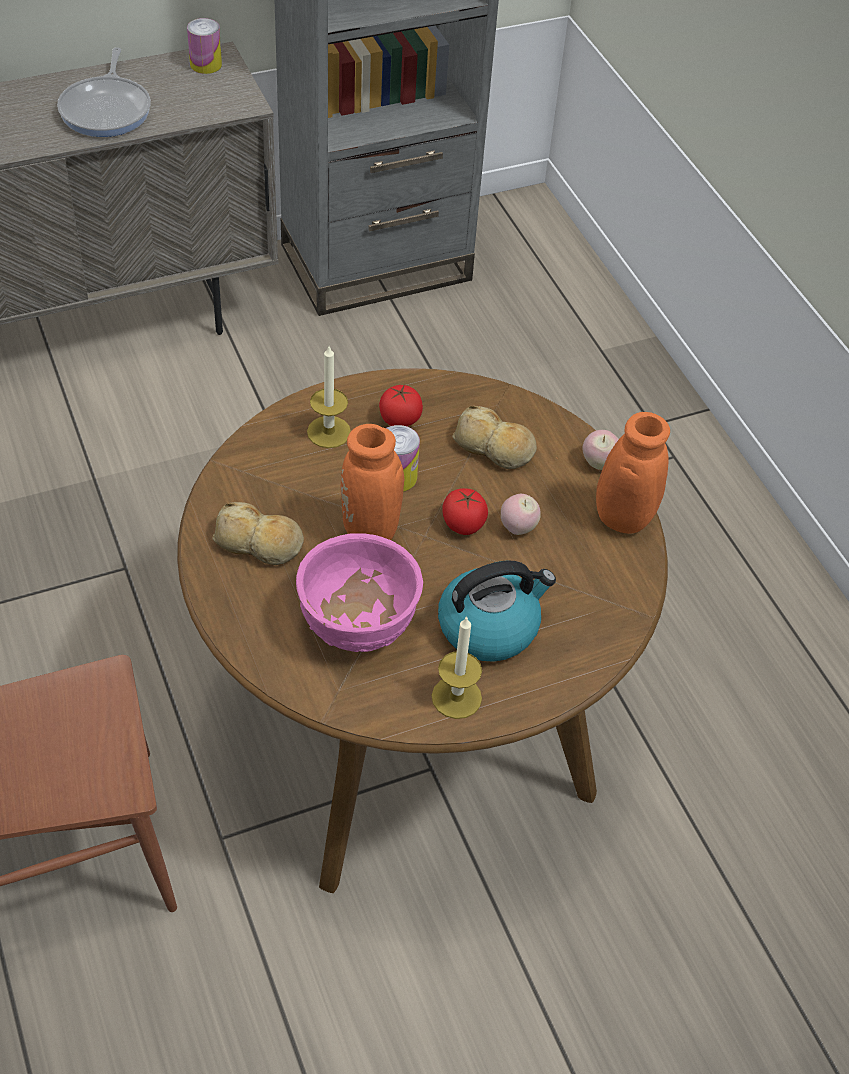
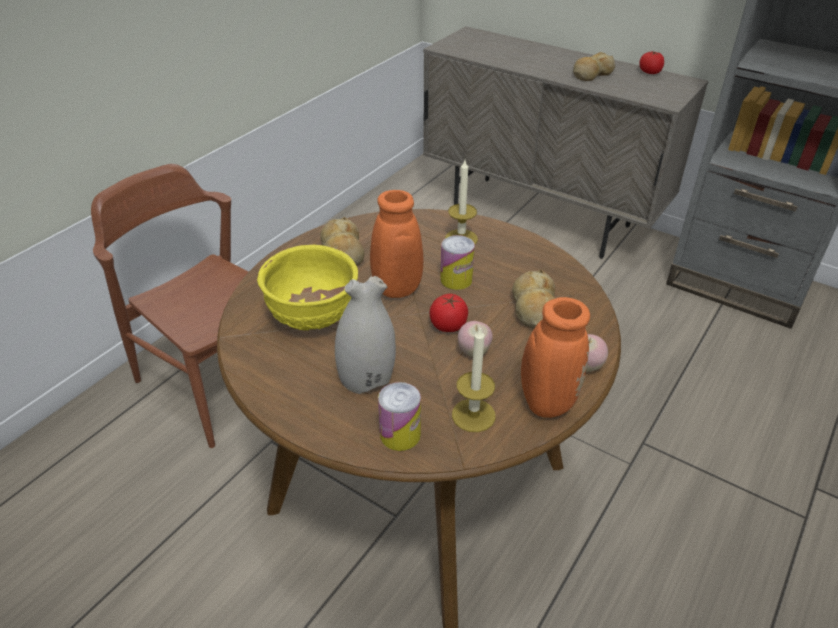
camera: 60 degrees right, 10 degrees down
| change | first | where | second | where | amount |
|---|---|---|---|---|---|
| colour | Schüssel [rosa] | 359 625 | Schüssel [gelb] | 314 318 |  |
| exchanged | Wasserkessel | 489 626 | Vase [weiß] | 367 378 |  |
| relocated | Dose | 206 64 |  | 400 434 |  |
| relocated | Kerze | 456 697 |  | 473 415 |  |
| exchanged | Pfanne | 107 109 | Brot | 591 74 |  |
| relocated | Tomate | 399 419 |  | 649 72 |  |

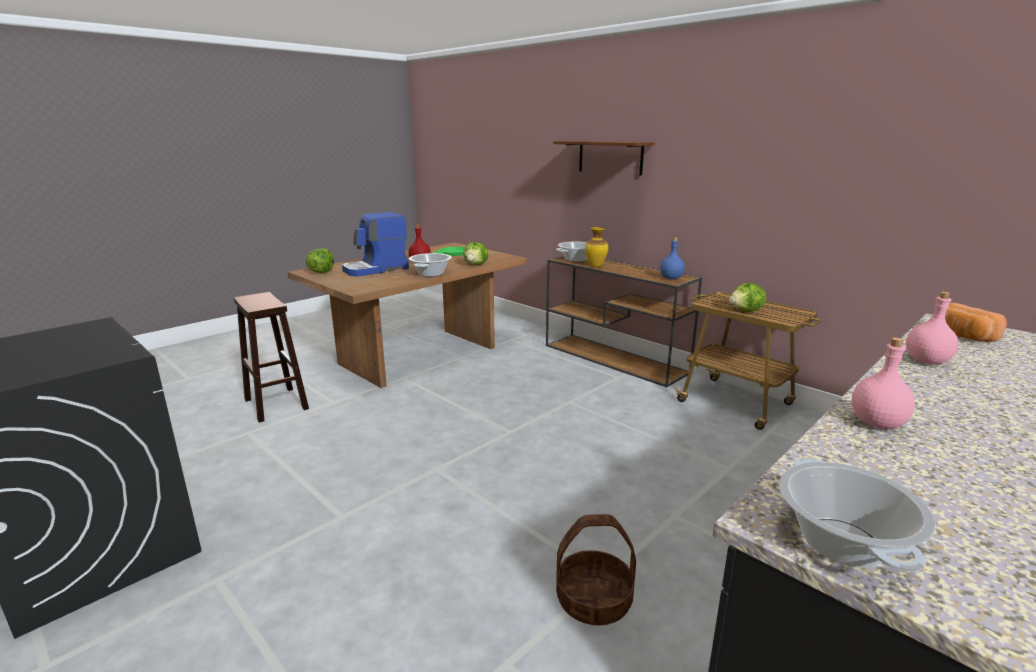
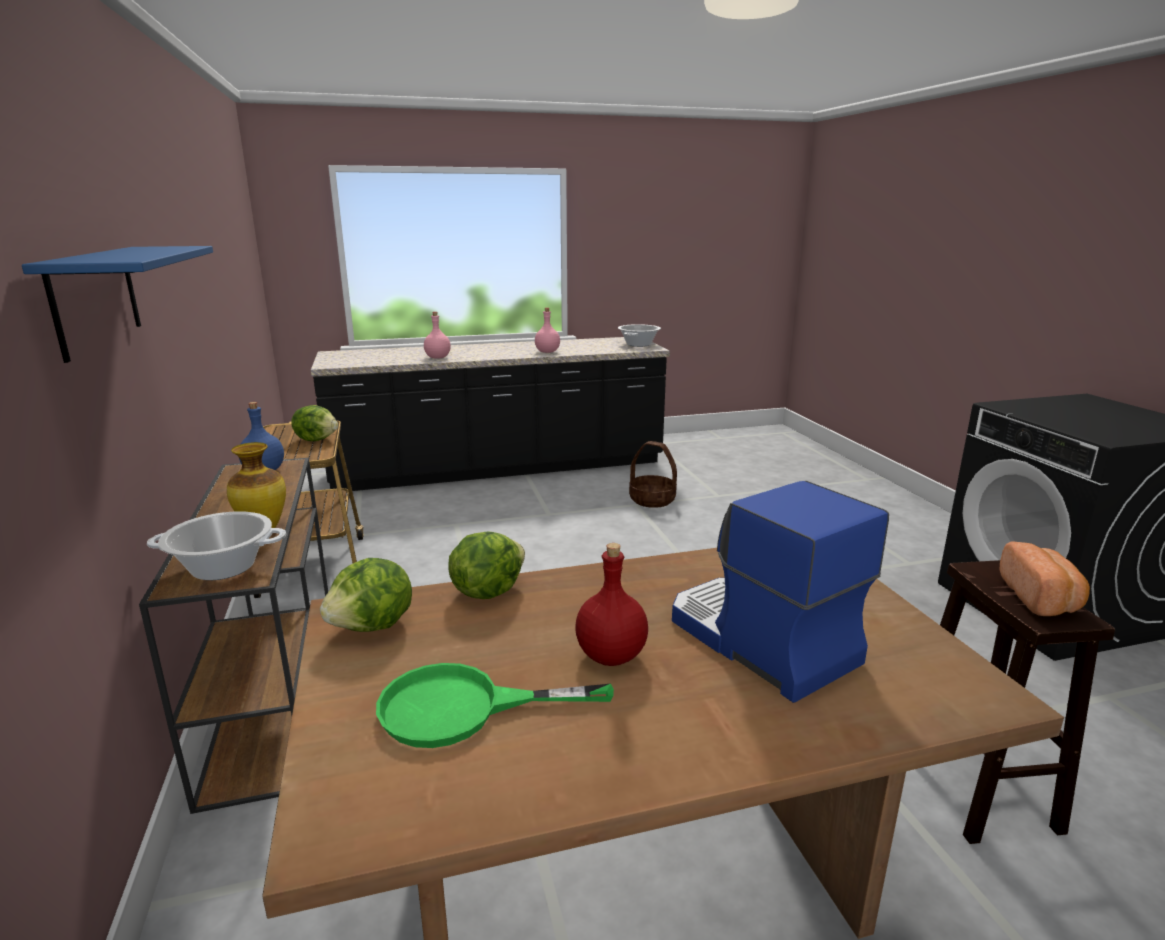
camera: 150 degrees left, 0 degrees up
| change | first | where | second | where | amount |
|---|---|---|---|---|---|
| colour | Wandregal [braun] | 610 157 | Wandregal [blau] | 96 298 |  |
| relocated | Salatkopf | 321 272 |  | 373 626 |  |
| spun | Kaffeemaschine | 376 269 |  | 758 641 | 120 degrees counterclockwise |
| relocated | Brot | 961 336 |  | 1040 598 |  |
| missing | Kochtopf | 431 274 |  |  |  |

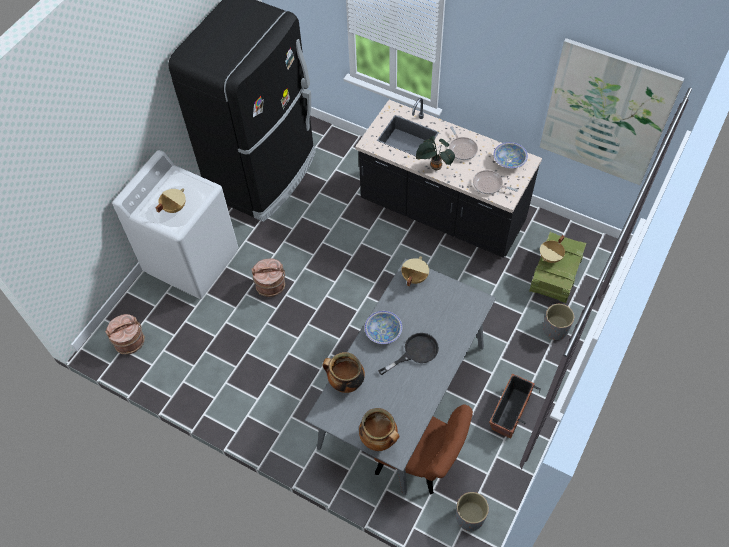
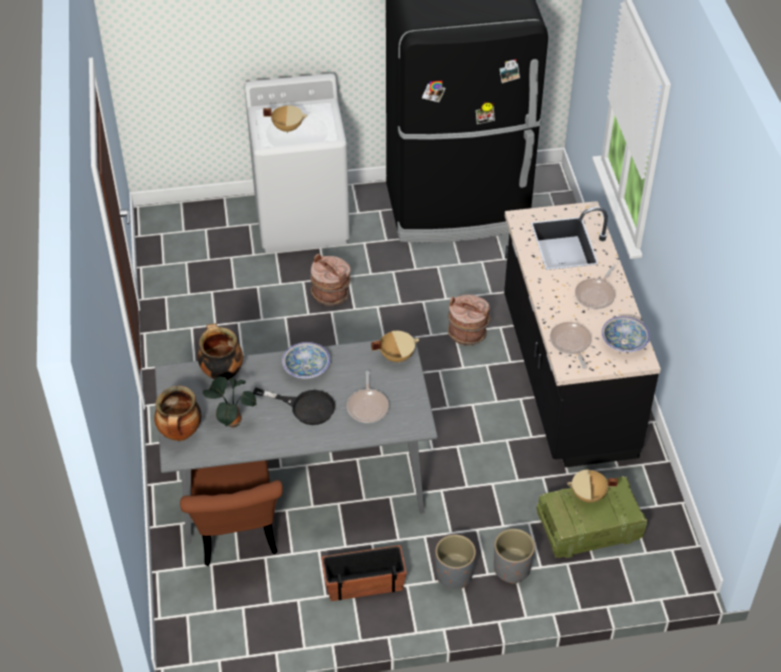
camera: 50 degrees right, 10 degrees down
| change | first | where | second | where | amount |
|---|---|---|---|---|---|
| relocated | Topfpflanze | 434 167 |  | 231 421 |  |
| appeared |  |  | Pfanne | 368 406 |  |
| relocated | Pflanzkübel [grau] | 470 517 |  | 454 574 |  |
| relocated | Eimer [braun] | 130 341 |  | 467 333 |  |
| missing | Bild | 605 114 |  |  |  |

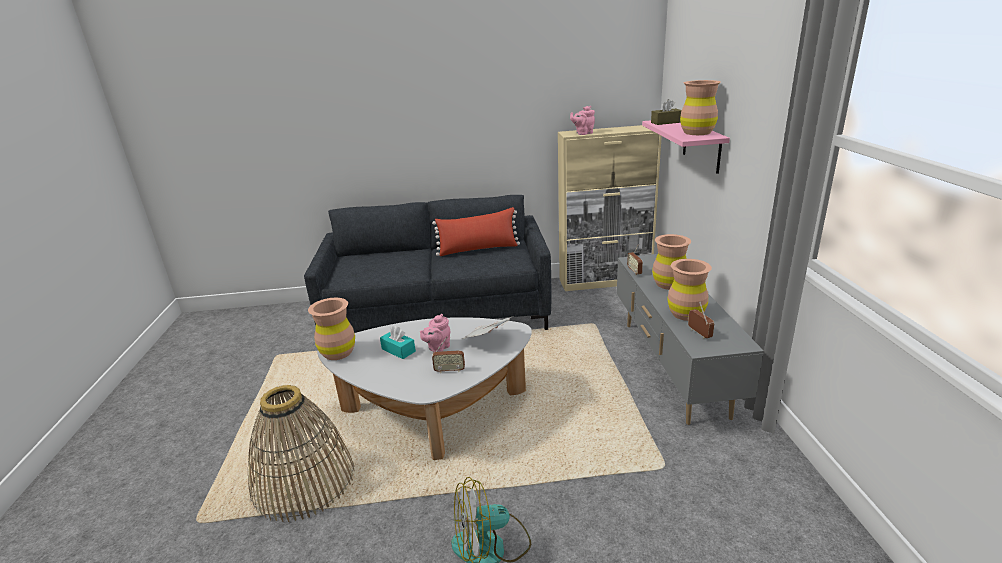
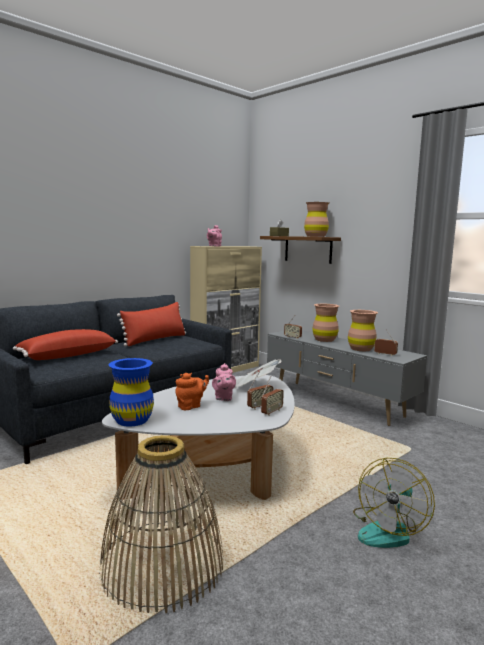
camera: 40 degrees left, 15 degrees down
| change | first | where | second | where | amount |
|---|---|---|---|---|---|
| appeared |  |  | Kissen [rot] | 67 355 |  |
| colour | Vase [braun] | 338 352 | Vase [blau] | 132 420 |  |
| exchanged | Taschentuchbox [türkis] | 398 350 | Teekanne [orange] | 191 406 |  |
| colour | Wandregal [rosa] | 701 145 | Wandregal [braun] | 308 249 |  |
| appeared |  |  | Radio | 271 412 |  |

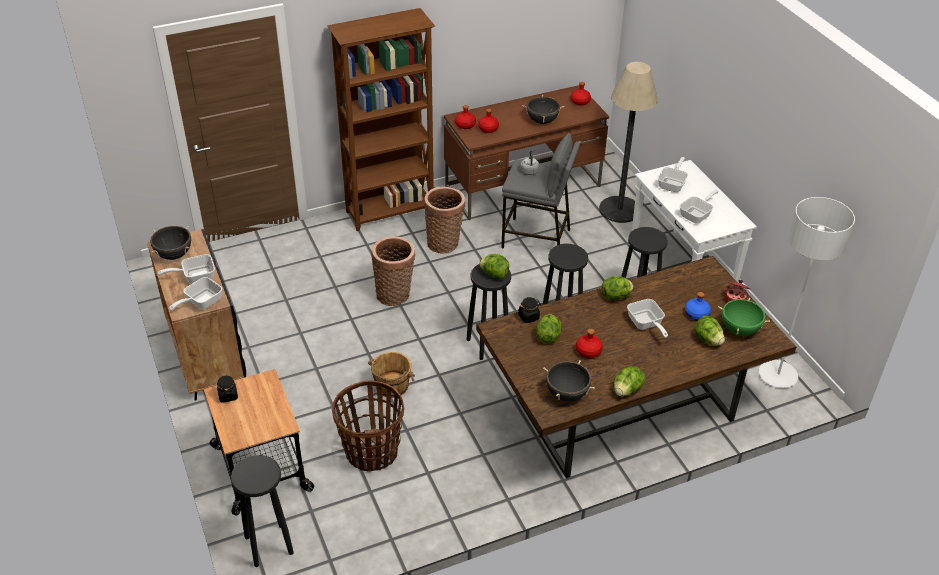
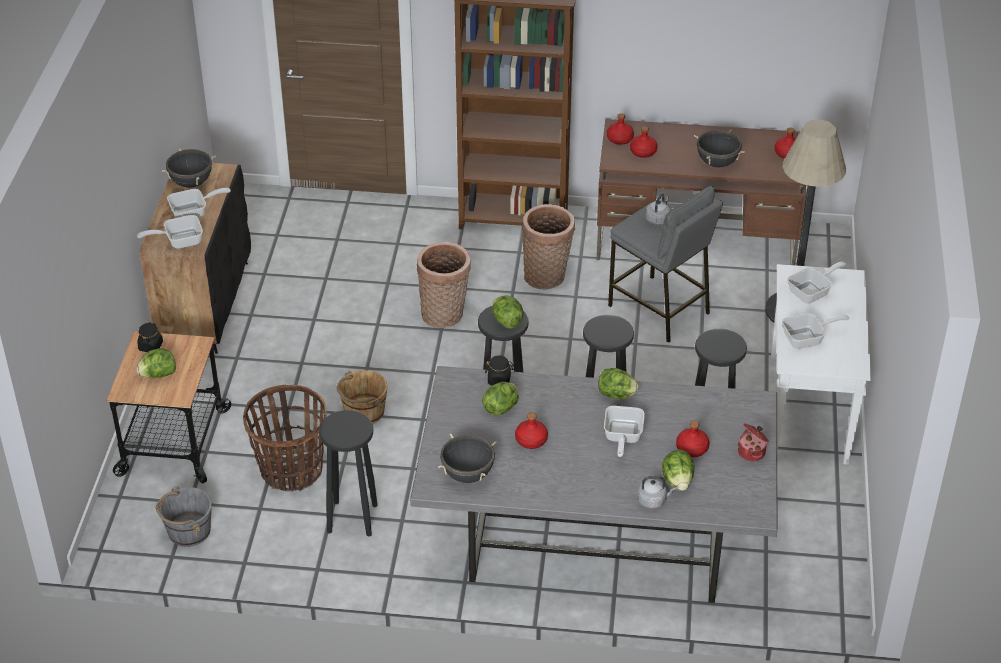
camera: 30 degrees right, 0 degrees up
| change | first | where | second | where | amount |
|---|---|---|---|---|---|
| relocated | Salatkopf | 627 390 |  | 158 375 |  |
| appeared |  |  | Eimer [grau] | 188 531 |  |
| spun | Pfanne | 195 277 |  | 194 212 | 150 degrees clockwise |
| relocated | Hocker [schwarz] | 269 544 |  | 352 517 |  |
| colour | Esstisch [braun] | 622 410 | Esstisch [grau] | 593 538 |  |
| appeared |  |  | Wasserkessel [grau] | 653 500 |  |
| colour | Flasche [blau] | 697 314 | Flasche [rot] | 692 448 |  |
| missing | Kochtopf [grün] | 739 330 |  |  |  |
| missing | Stehlampe [grau] | 777 375 |  |  |  |

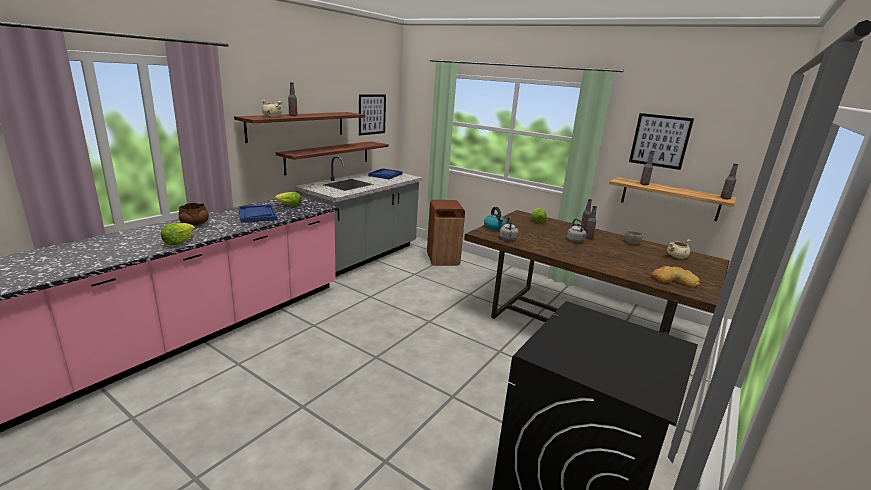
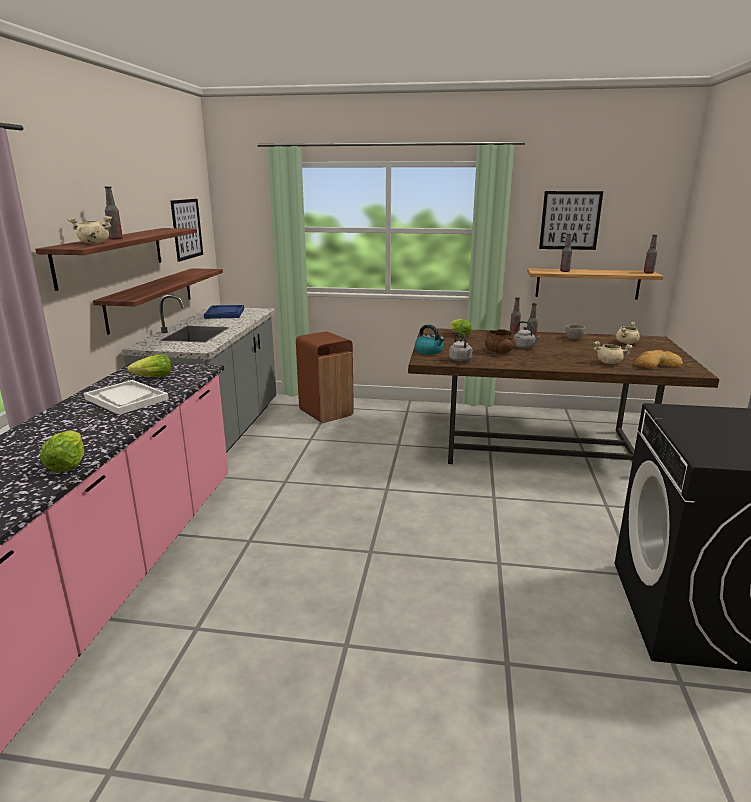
camera: 25 degrees left, 0 degrees up
| change | first | where | second | where | amount |
|---|---|---|---|---|---|
| colour | Tablett [blau] | 257 215 | Tablett [weiß] | 126 399 |  |
| relocated | Schüssel [braun] | 194 224 |  | 499 352 |  |
| appeared |  |  | Kochtopf [beige] | 609 362 |  |

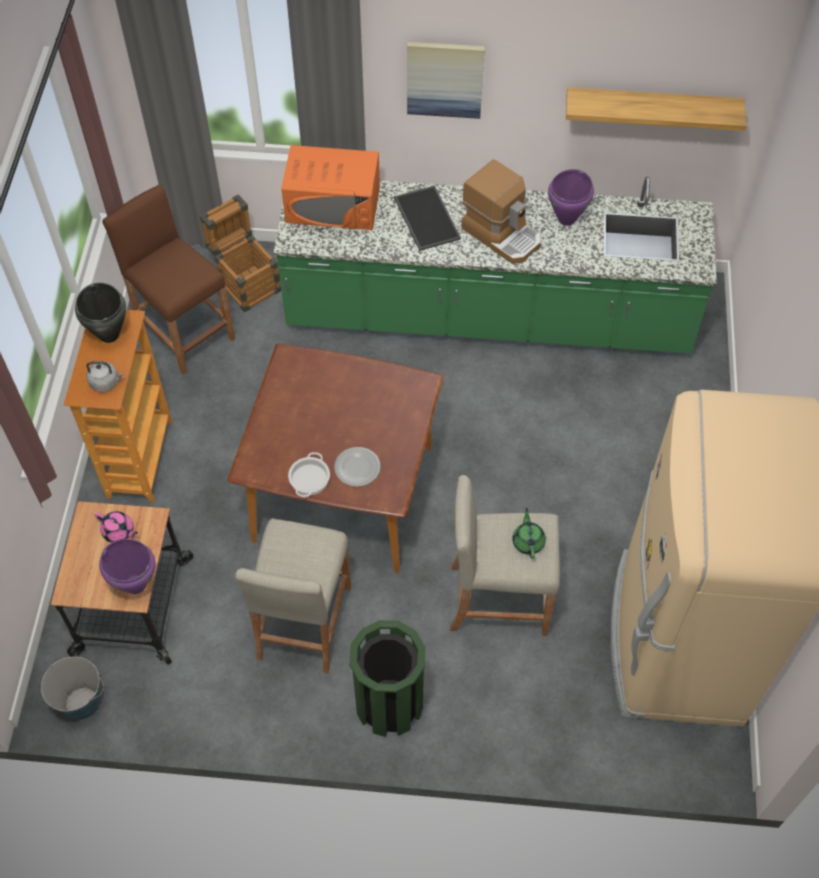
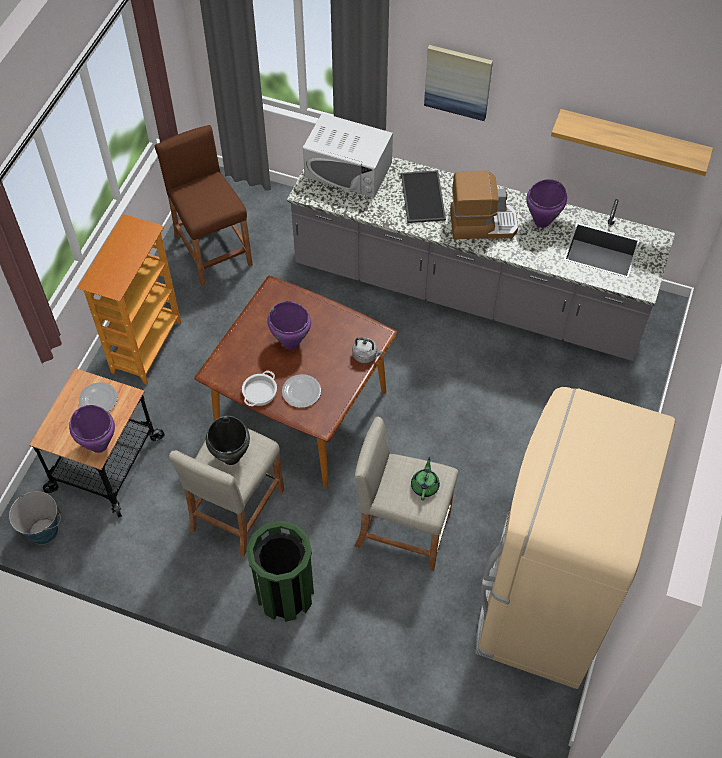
camera: 15 degrees right, 0 degrees up
| change | first | where | second | where | amount |
|---|---|---|---|---|---|
| exchanged | Teekanne [rosa] | 119 531 | Teller | 99 400 |  |
| relocated | Kochtopf [schwarz] | 109 334 |  | 231 457 |  |
| appeared |  |  | Kochtopf [lila] | 291 342 |  |
| colour | Küchenzeile [grün] | 488 315 | Küchenzeile [grau] | 469 291 |  |
| colour | Mikrowelle [orange] | 333 205 | Mikrowelle [weiß] | 348 170 |  |
| relocated | Wasserkessel [grau] | 106 382 |  | 366 355 |  |
| spun | Kaffeemaschine | 502 234 |  | 482 223 | 60 degrees counterclockwise |
| missing | Kiste | 246 283 |  |  |  |

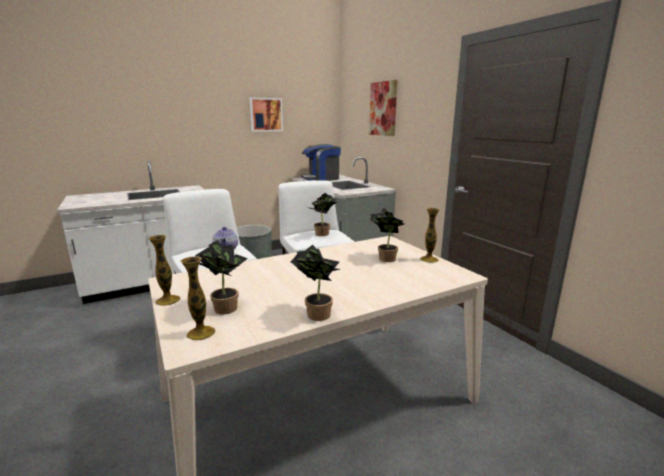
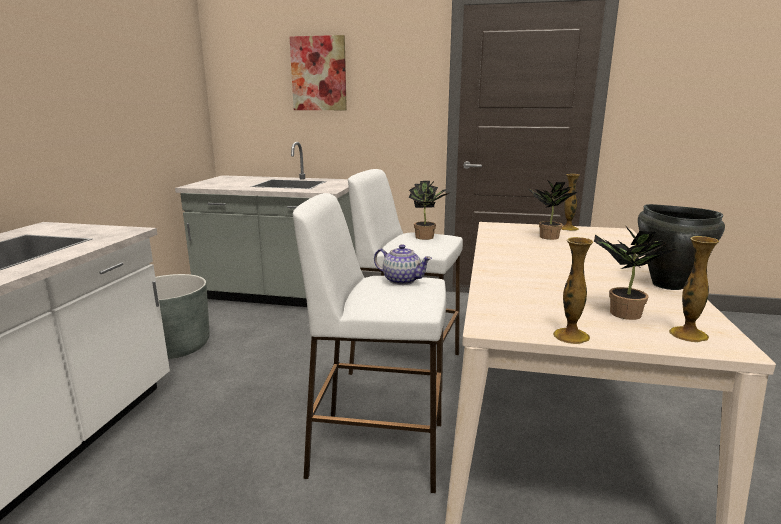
camera: 50 degrees left, 0 degrees up
| change | first | where | second | where | amount |
|---|---|---|---|---|---|
| exchanged | Topfpflanze | 316 313 | Kochtopf [schwarz] | 667 284 |  |
| missing | Bild | 266 114 |  |  |  |
| missing | Kaffeemaschine | 321 178 |  |  |  |

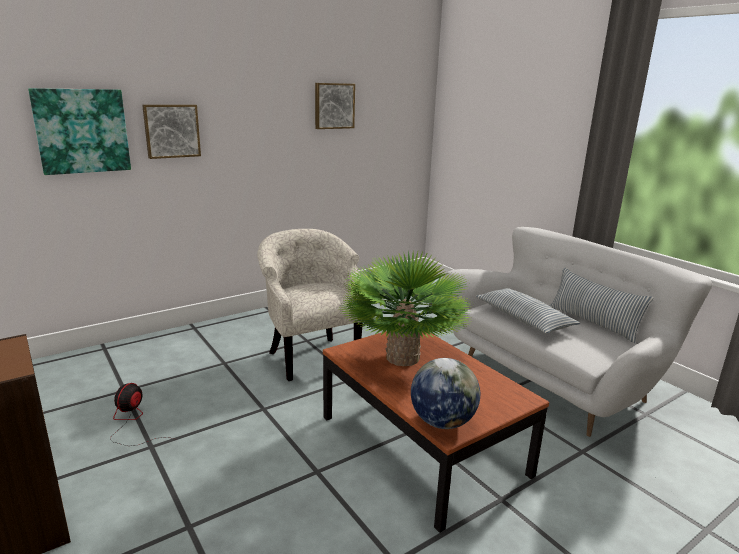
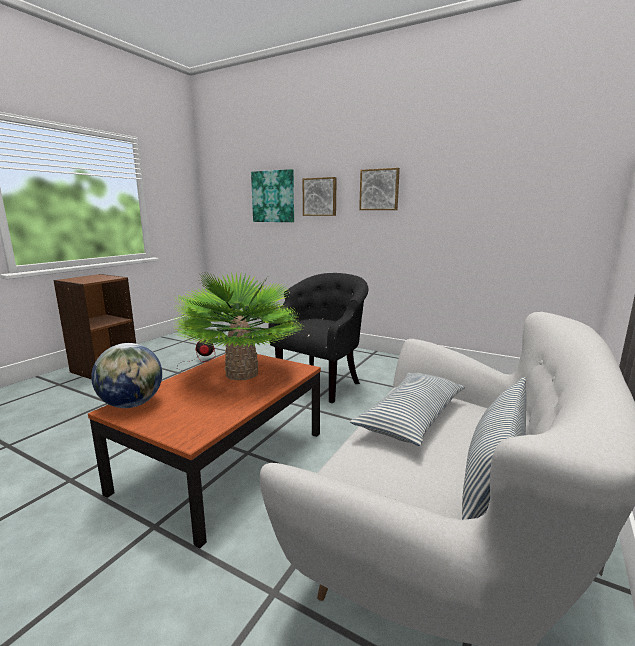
camera: 65 degrees right, 5 degrees down
| change | first | where | second | where | amount |
|---|---|---|---|---|---|
| colour | Sessel [beige] | 310 356 | Sessel [schwarz] | 322 383 |  |
| relocated | Bild | 334 106 |  | 379 190 |  |

